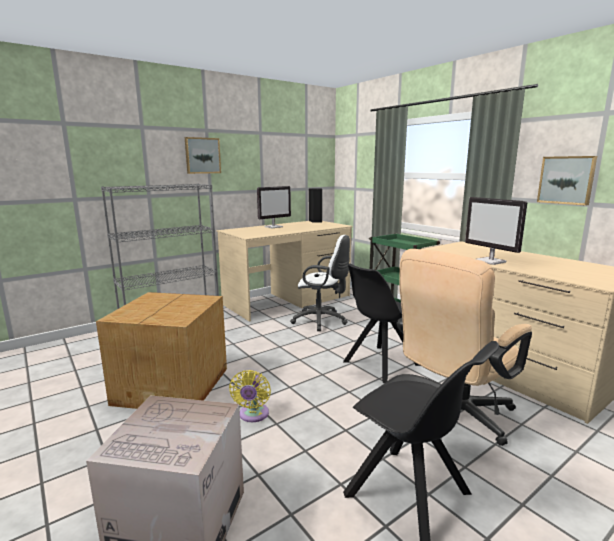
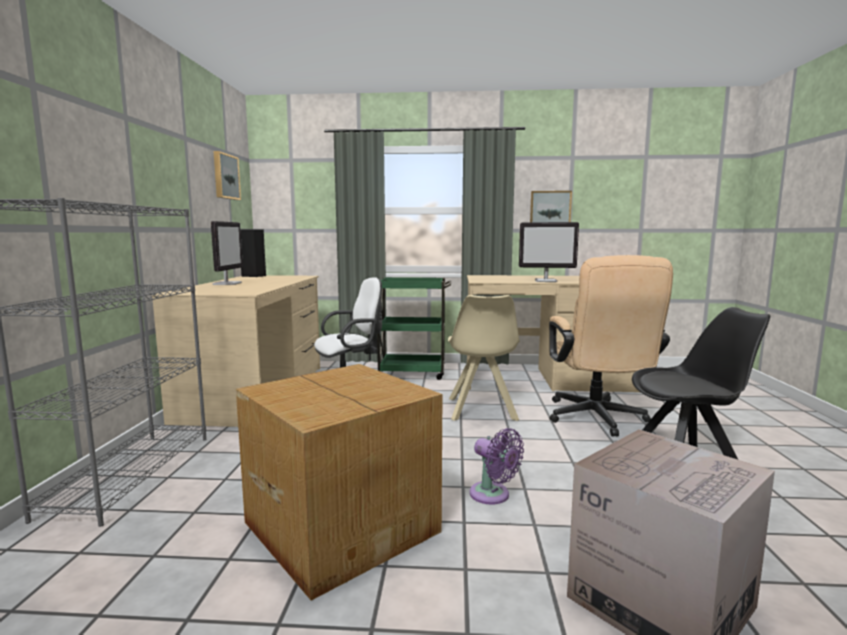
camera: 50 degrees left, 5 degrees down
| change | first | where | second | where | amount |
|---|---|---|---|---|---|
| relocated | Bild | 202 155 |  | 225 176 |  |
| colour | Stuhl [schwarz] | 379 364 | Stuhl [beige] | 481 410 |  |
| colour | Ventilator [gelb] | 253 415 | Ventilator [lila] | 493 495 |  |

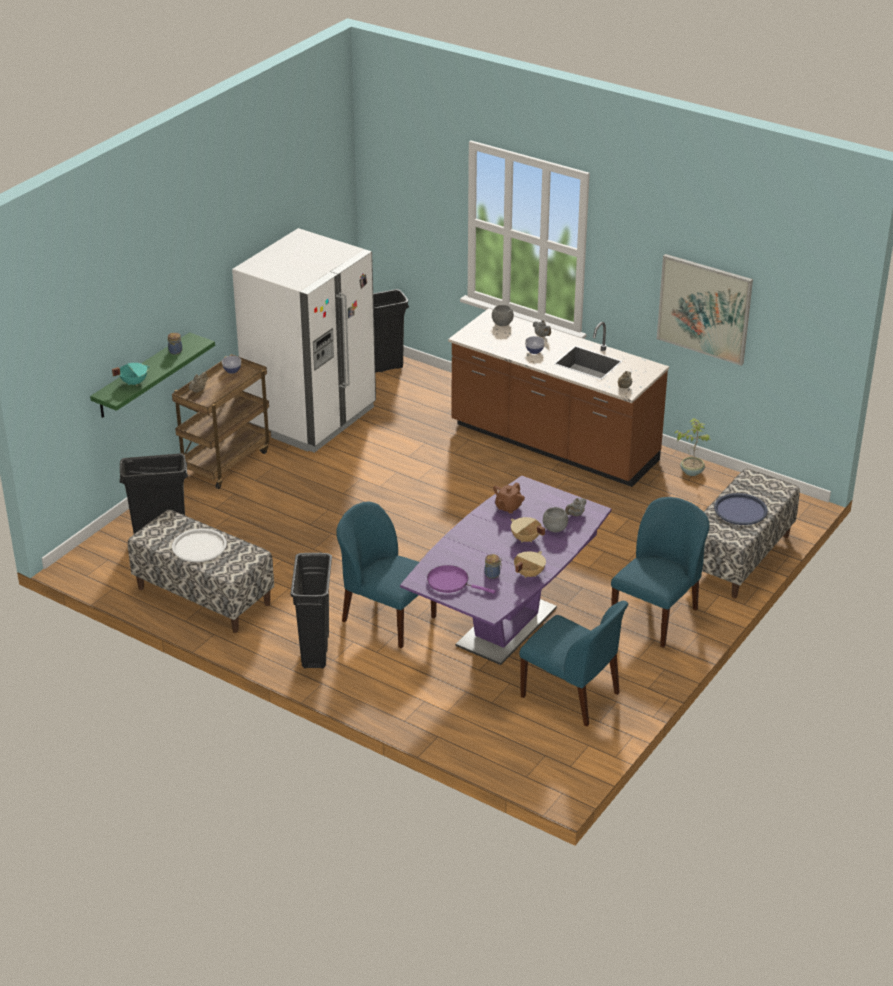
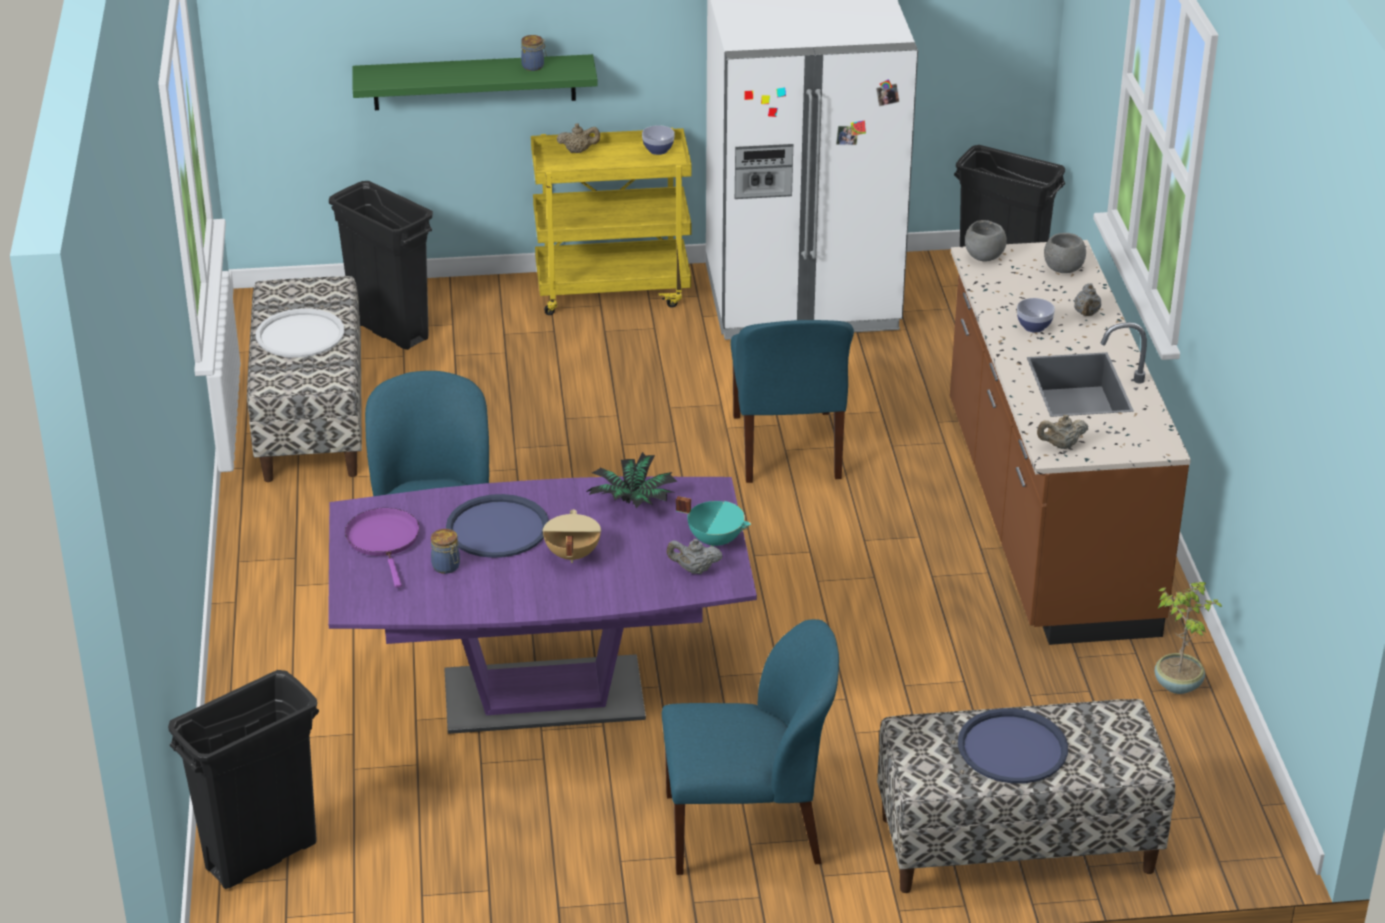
camera: 50 degrees right, 0 degrees up
| change | first | where | second | where | amount |
|---|---|---|---|---|---|
| relocated | Mülleimer [schwarz] | 315 650 |  | 262 855 |  |
| appeared |  |  | Tablett [blau] | 497 528 |  |
| colour | Rollwagen [braun] | 226 461 | Rollwagen [gelb] | 613 290 |  |
| exchanged | Teekanne [braun] | 508 507 | Topfpflanze | 633 503 |  |
| relocated | Kochtopf [türkis] | 133 382 |  | 715 539 |  |
| relocated | Stuhl [blau] | 572 696 |  | 787 449 |  |
| relocated | Schüssel [grau] | 555 529 |  | 984 257 |  |
| missing | Kochtopf [beige] | 528 573 |  |  |  |
| missing | Bild | 704 308 |  |  |  |

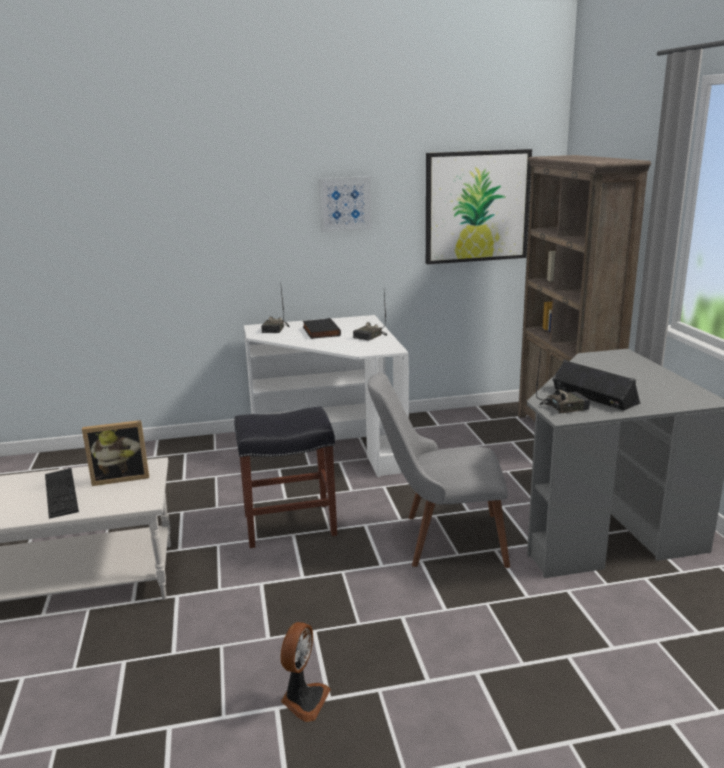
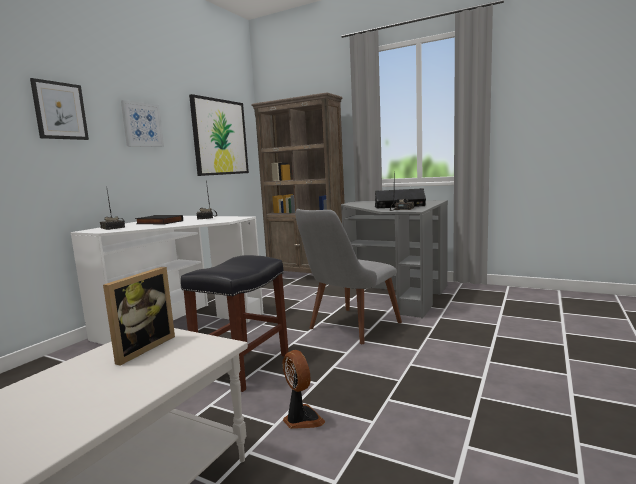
camera: 50 degrees left, 10 degrees down
| change | first | where | second | where | amount |
|---|---|---|---|---|---|
| appeared |  |  | Bild | 60 111 |  |
| relocated | Ventilator | 303 700 |  | 301 419 |  |
| missing | Tastatur | 61 492 |  |  |  |

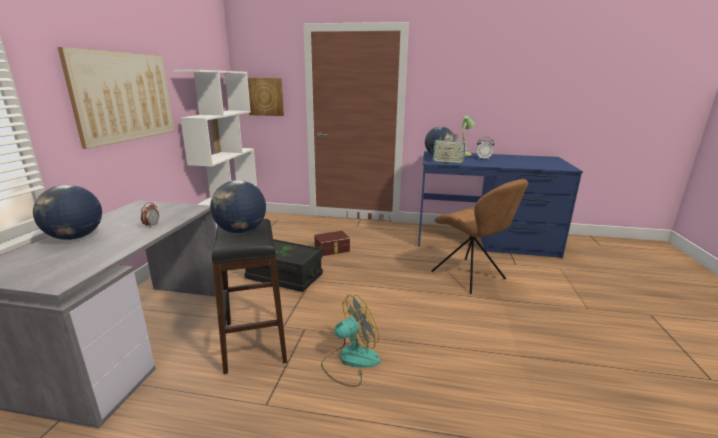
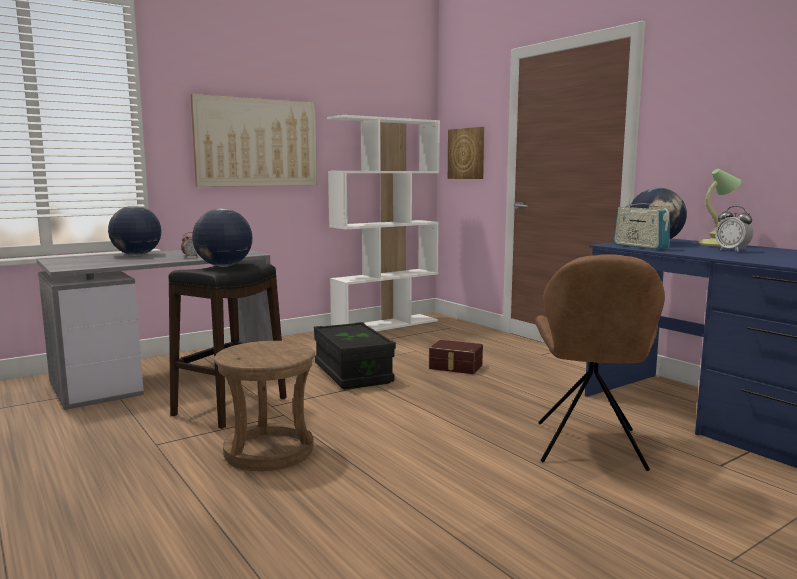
camera: 45 degrees right, 10 degrees down
| change | first | where | second | where | amount |
|---|---|---|---|---|---|
| exchanged | Ventilator | 350 361 | Hocker [braun] | 269 451 |  |

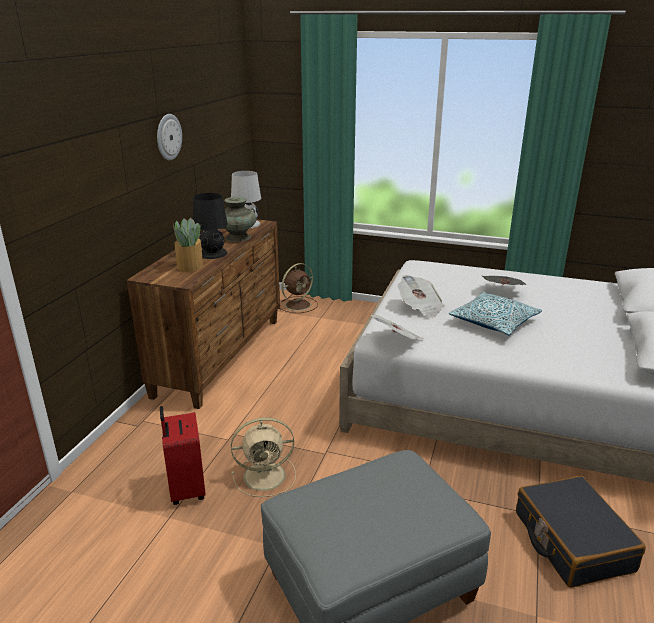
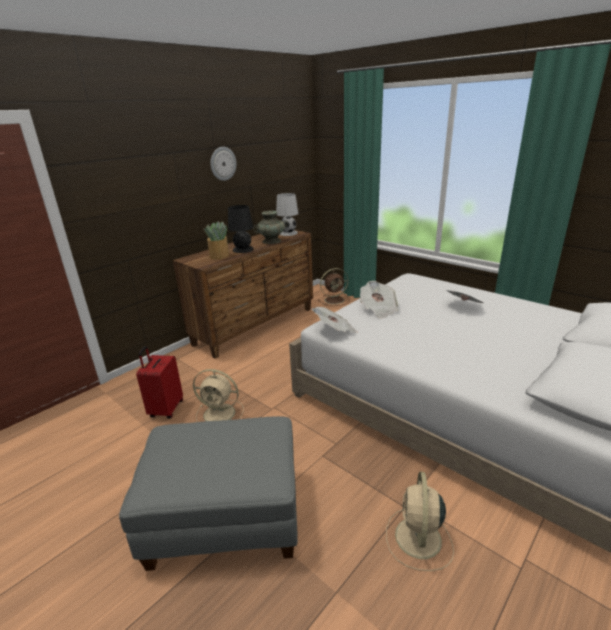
camera: 25 degrees right, 0 degrees up
| change | first | where | second | where | amount |
|---|---|---|---|---|---|
| exchanged | Koffer [schwarz] | 571 541 | Ventilator [beige] | 418 539 |  |
| missing | Kissen | 493 322 |  |  |  |

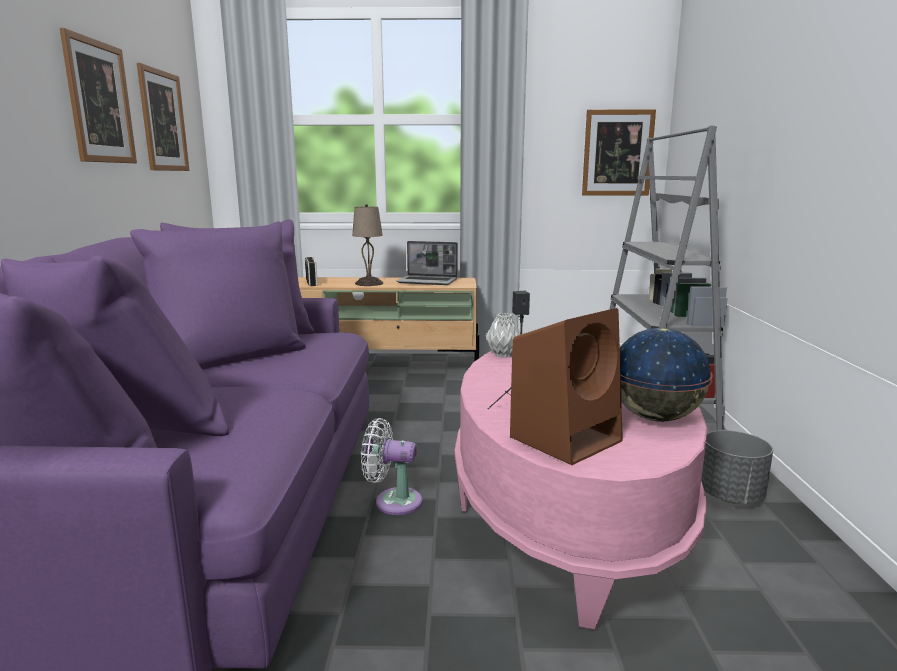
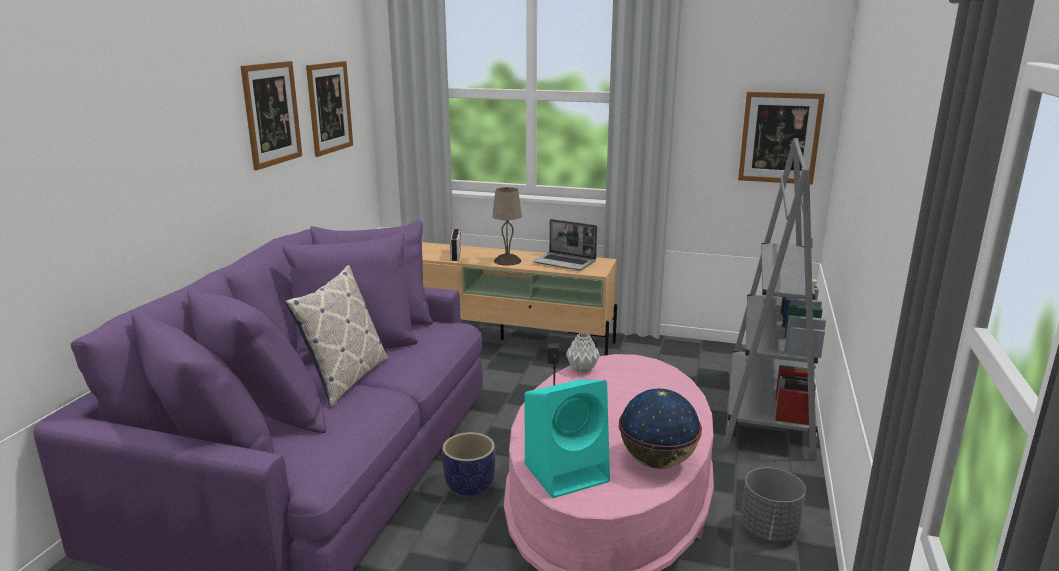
camera: 15 degrees right, 5 degrees up
| change | first | where | second | where | amount |
|---|---|---|---|---|---|
| appeared |  |  | Kissen | 345 379 |  |
| exchanged | Ventilator [weiß] | 393 501 | Pflanzkübel | 470 486 |  |
| colour | Lautsprecher [braun] | 566 438 | Lautsprecher [türkis] | 568 472 |  |

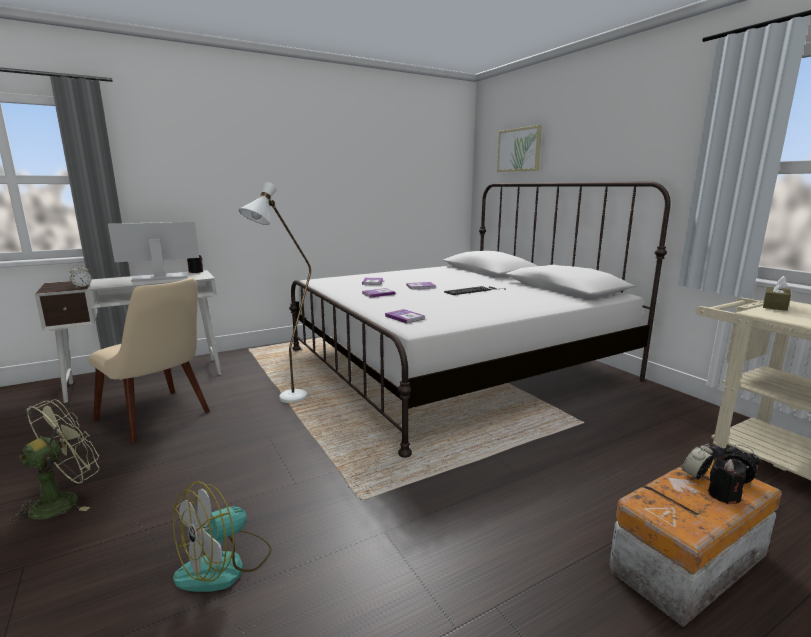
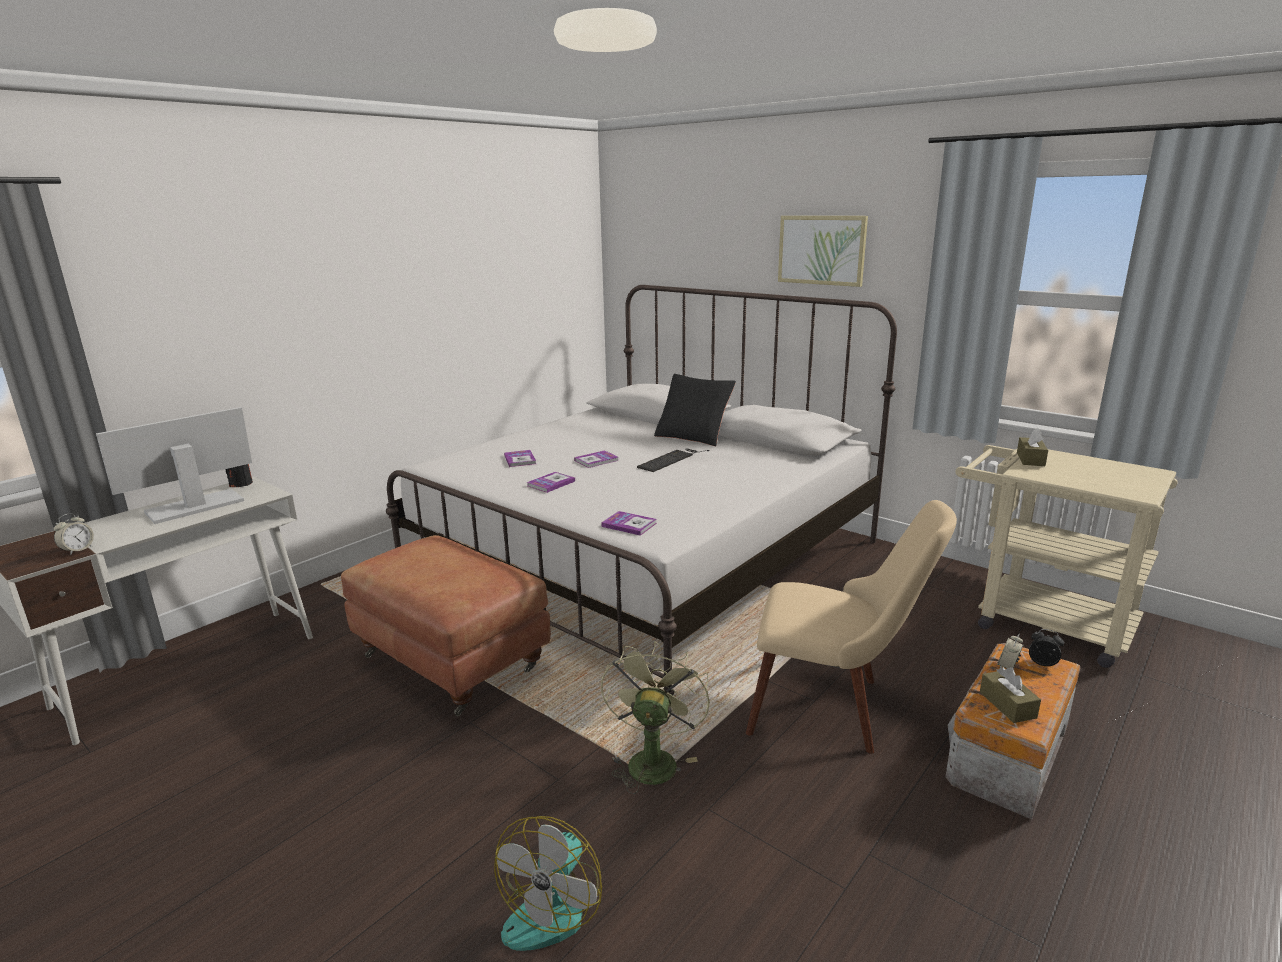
camera: 20 degrees left, 5 degrees up
| change | first | where | second | where | amount |
|---|---|---|---|---|---|
| exchanged | Stehlampe [weiß] | 286 401 | Polsterhocker [braun] | 453 662 |  |
| relocated | Ventilator [grün] | 64 500 |  | 652 759 |  |
| appeared |  |  | Kissen [schwarz] | 694 436 |  |
| relocated | Stuhl [beige] | 161 418 |  | 834 708 |  |
| relocated | Bild | 519 150 |  | 821 250 |  |
| appeared |  |  | Taschentuchbox [braun] | 1007 705 |  |
| missing | Kerze [schwarz] | 724 495 |  |  |  |

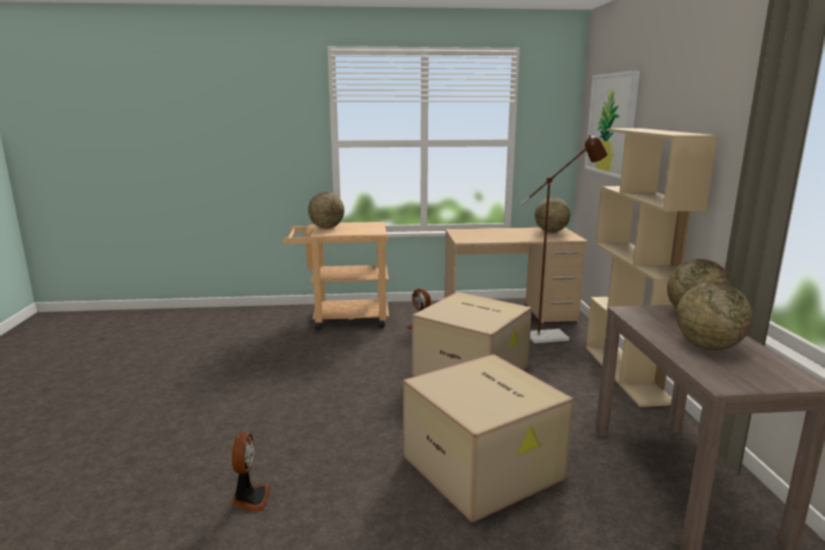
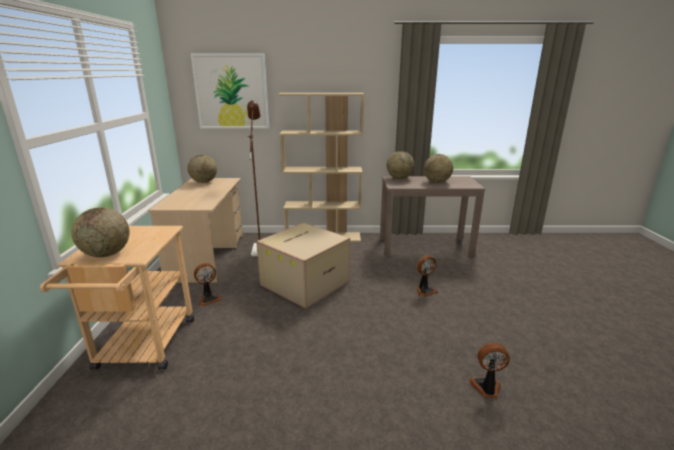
camera: 85 degrees left, 5 degrees up
| change | first | where | second | where | amount |
|---|---|---|---|---|---|
| exchanged | Karton | 485 467 | Ventilator | 425 290 |  |

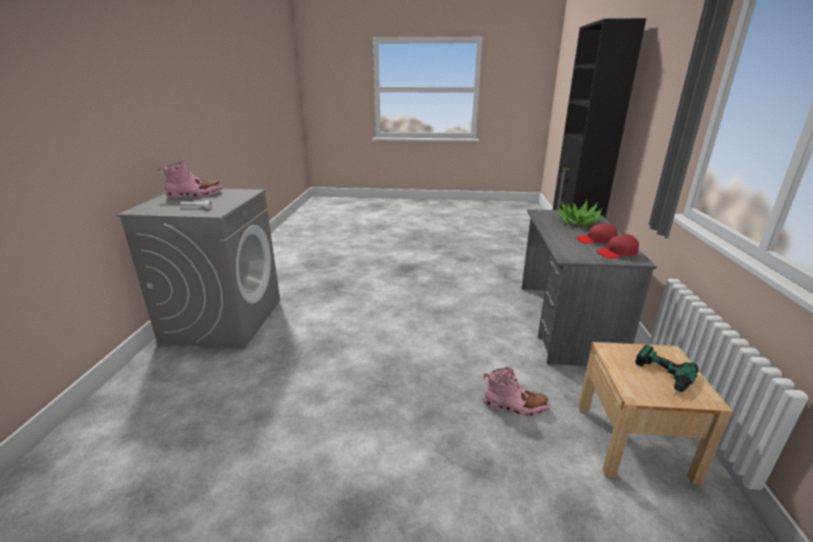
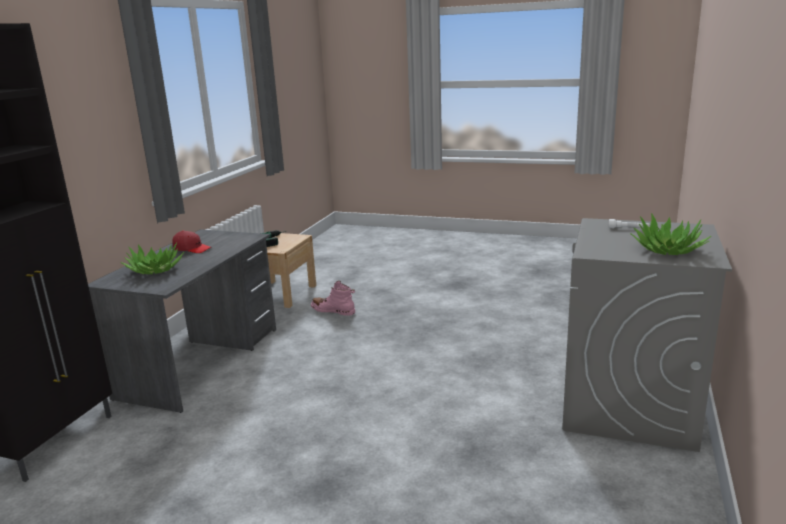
camera: 165 degrees left, 5 degrees down
| change | first | where | second | where | amount |
|---|---|---|---|---|---|
| exchanged | Stiefel [rosa] | 195 195 | Topfpflanze | 667 249 |  |
| missing | Kappe [rot] | 617 253 |  |  |  |

